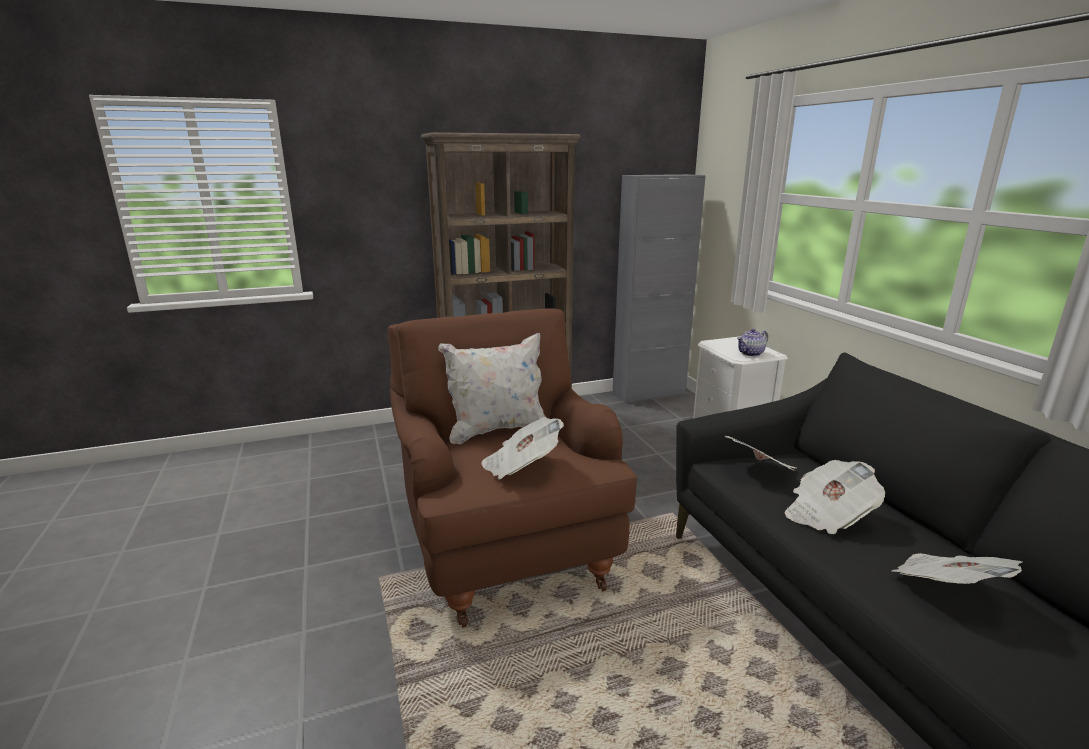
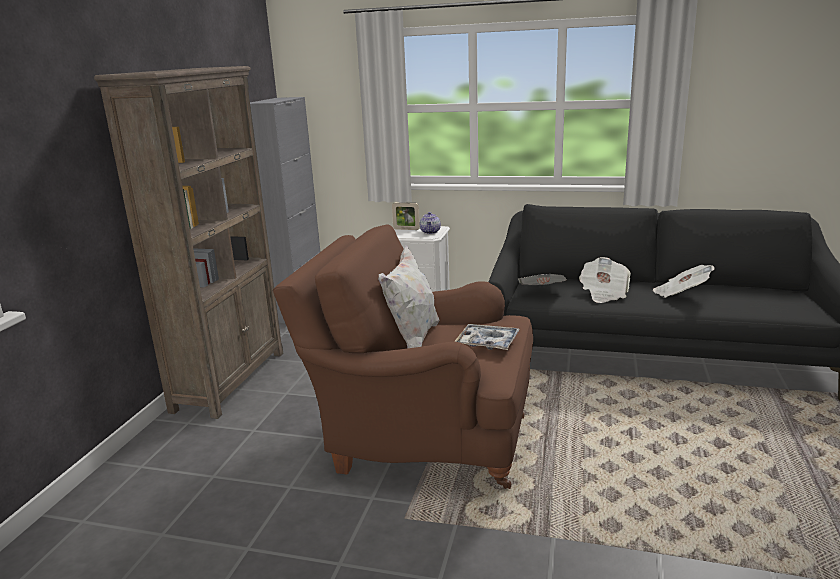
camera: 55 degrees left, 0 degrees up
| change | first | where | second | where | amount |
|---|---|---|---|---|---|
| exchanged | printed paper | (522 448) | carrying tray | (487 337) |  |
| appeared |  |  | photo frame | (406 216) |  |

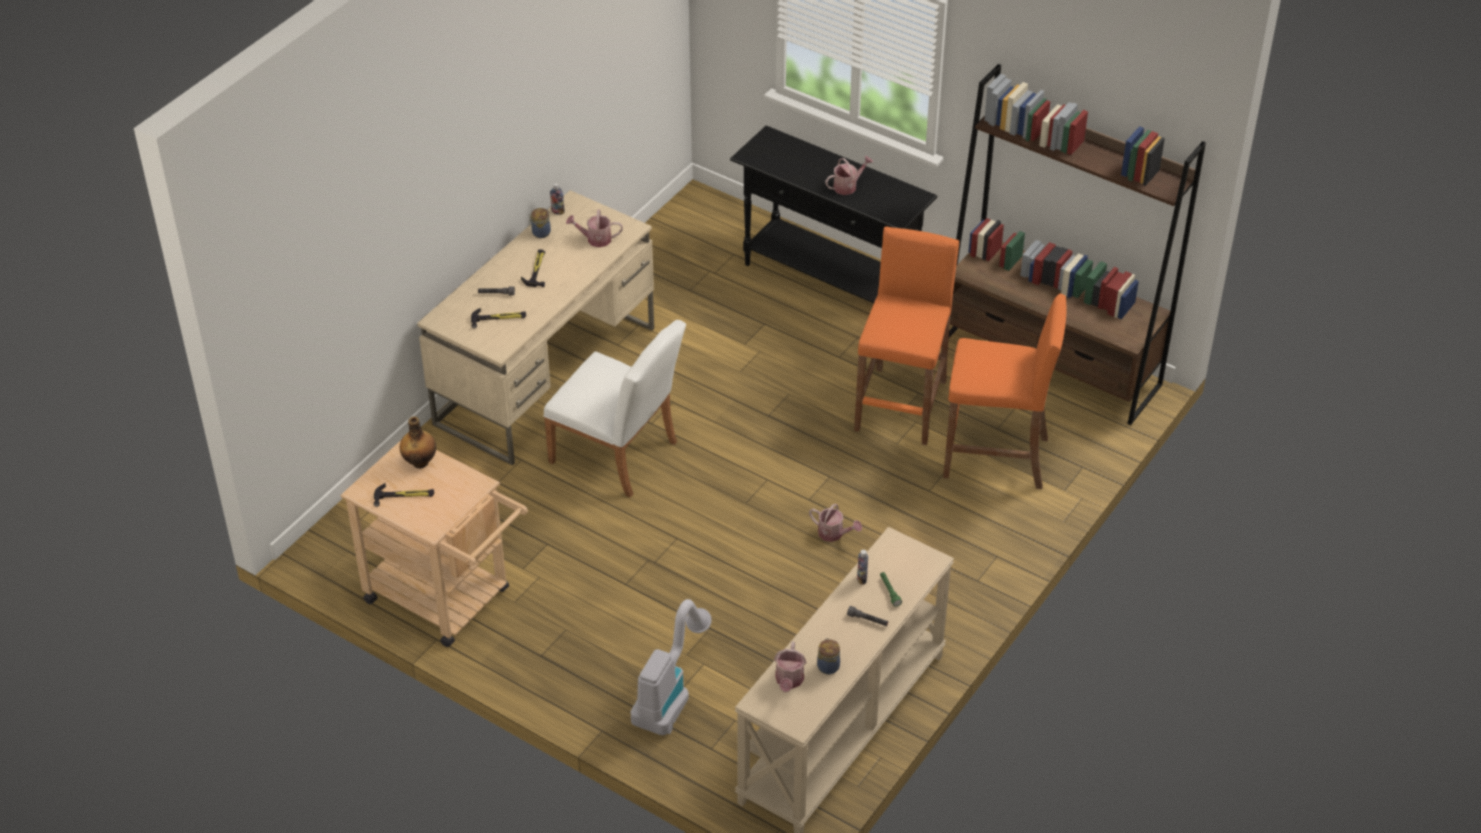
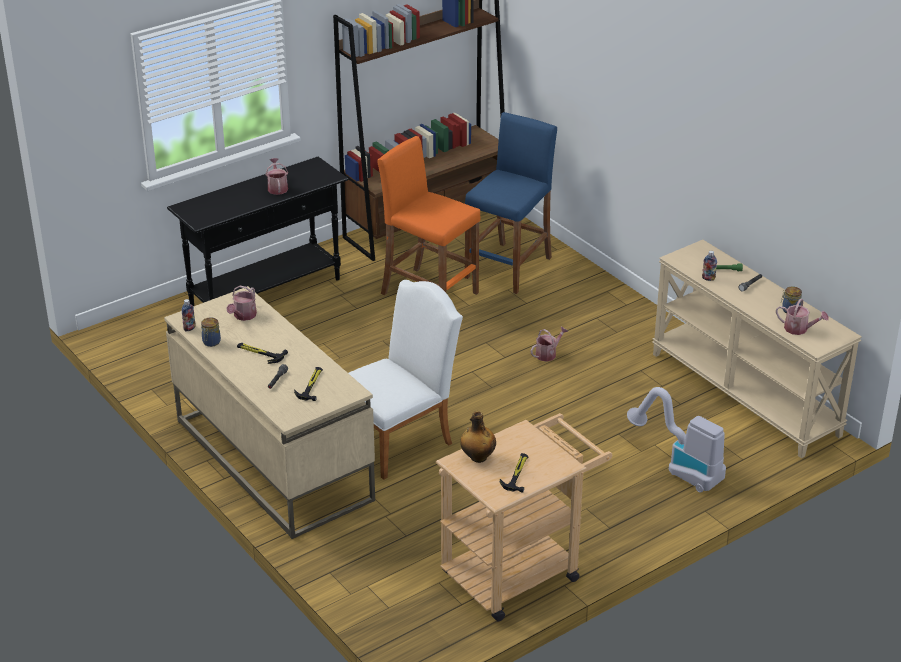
camera: 70 degrees left, 10 degrees down
| change | first | where | second | where | amount |
|---|---|---|---|---|---|
| colour | orange stool | (1005 391) | bluish stool | (511 203) |  |

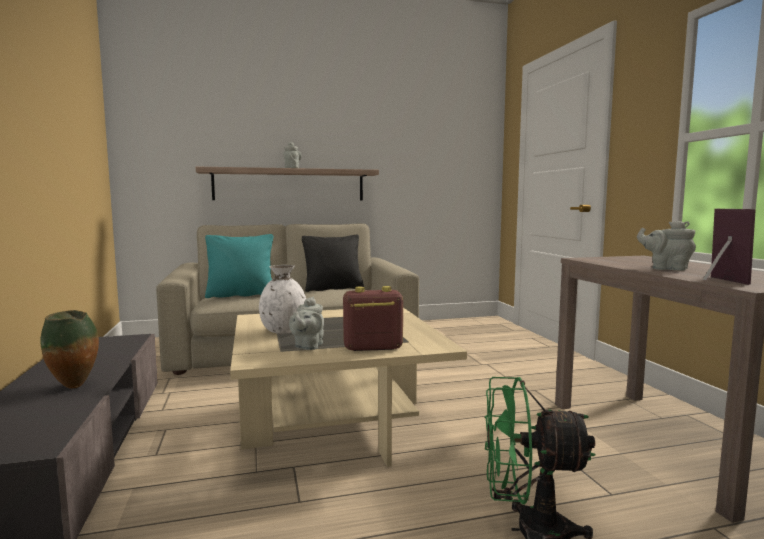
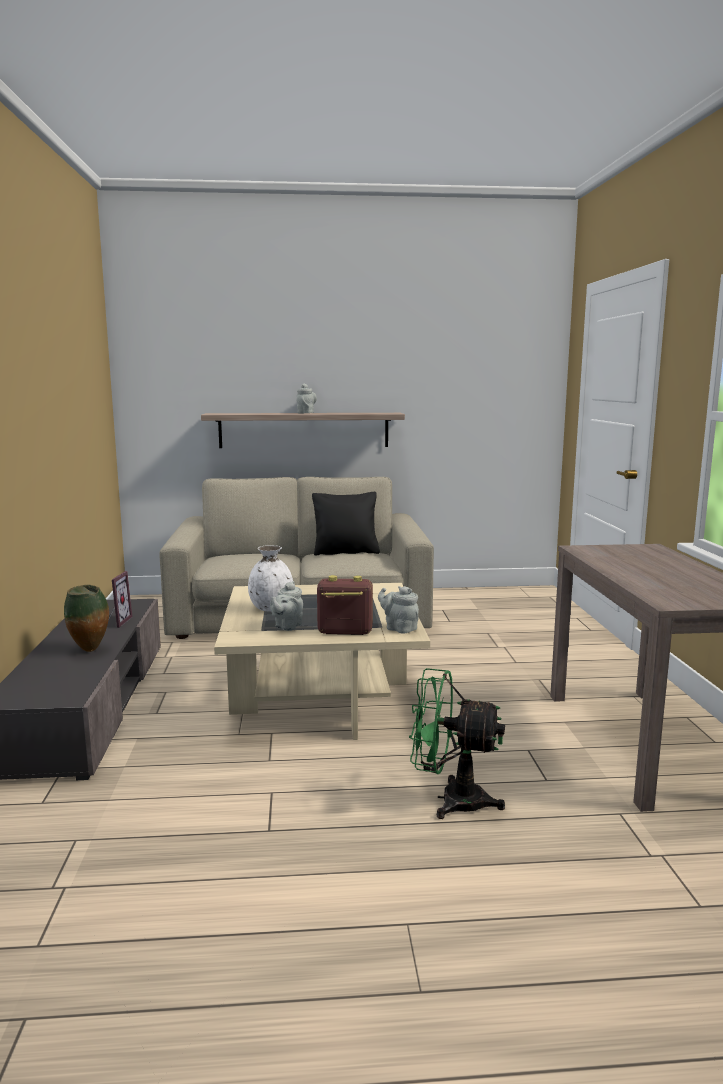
camera: 10 degrees right, 5 degrees up
| change | first | where | second | where | amount |
|---|---|---|---|---|---|
| relocated | photo frame | (729 247) |  | (120 599) |  |
| relocated | gray teapot | (666 245) |  | (398 610) |  |
| missing | turquoise-coloured throw pillow | (239 266) |  |  |  |

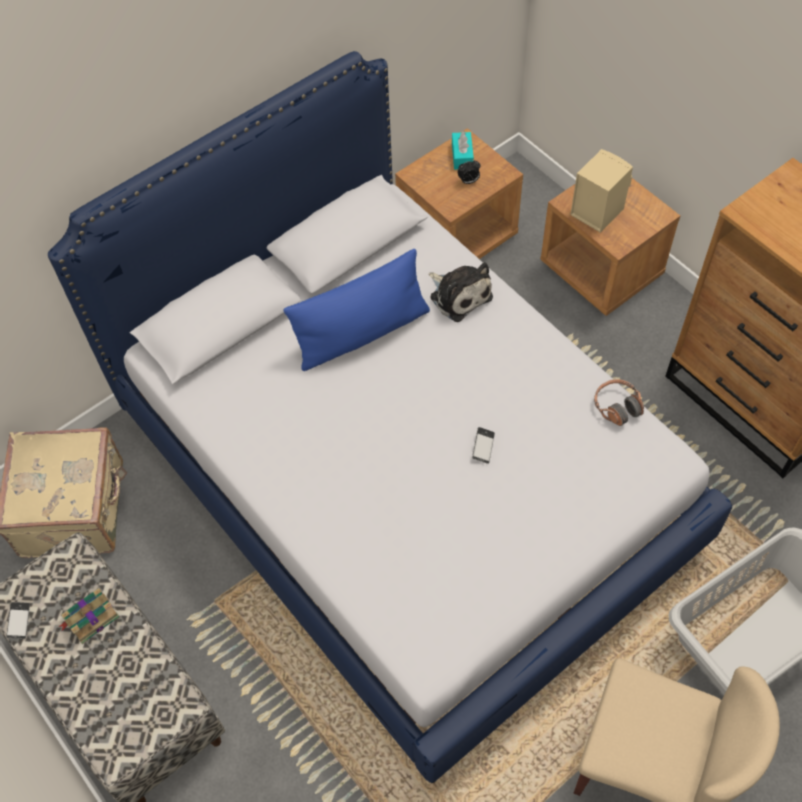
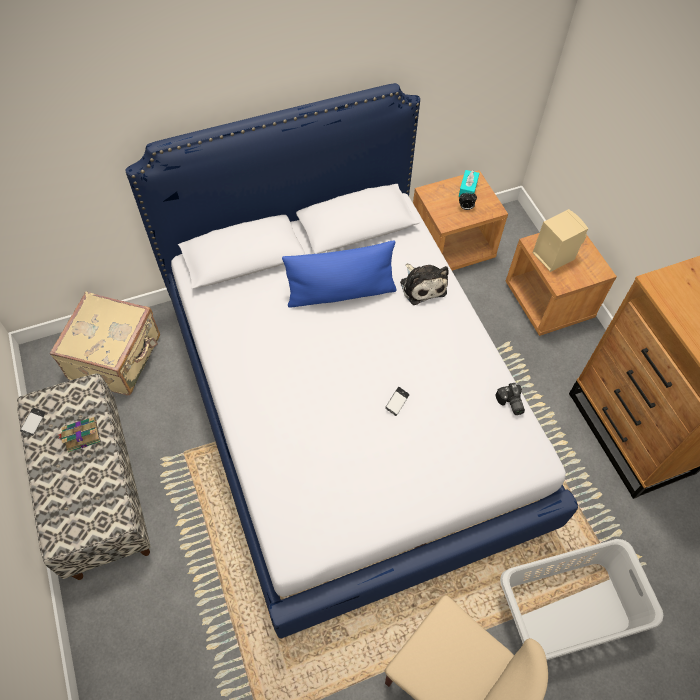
camera: 15 degrees right, 0 degrees up
| change | first | where | second | where | amount |
|---|---|---|---|---|---|
| exchanged | pair of headphones | (619 402) | still camera | (510 399) |  |

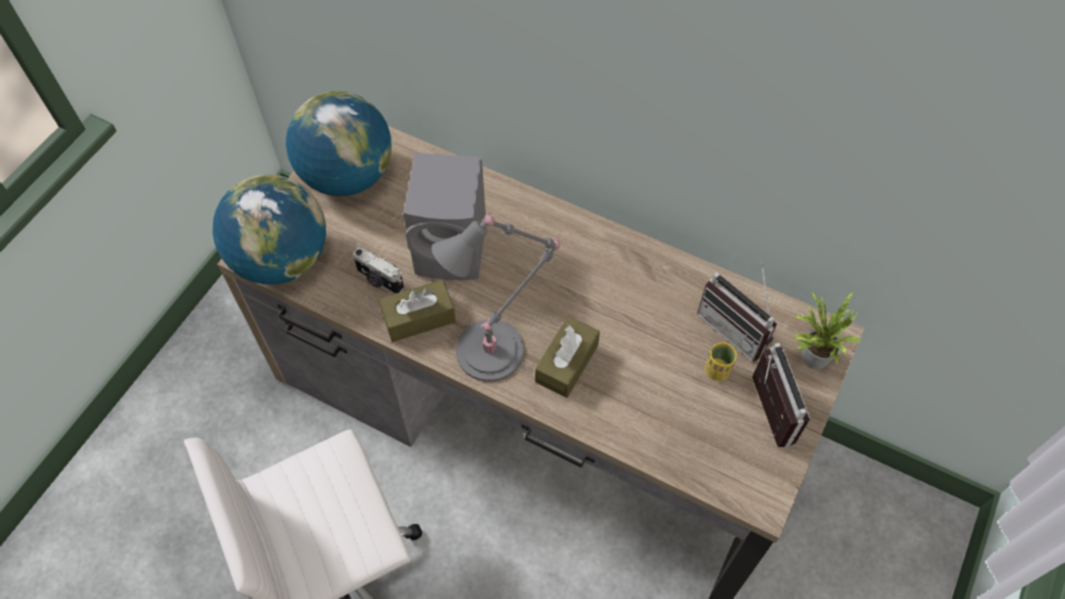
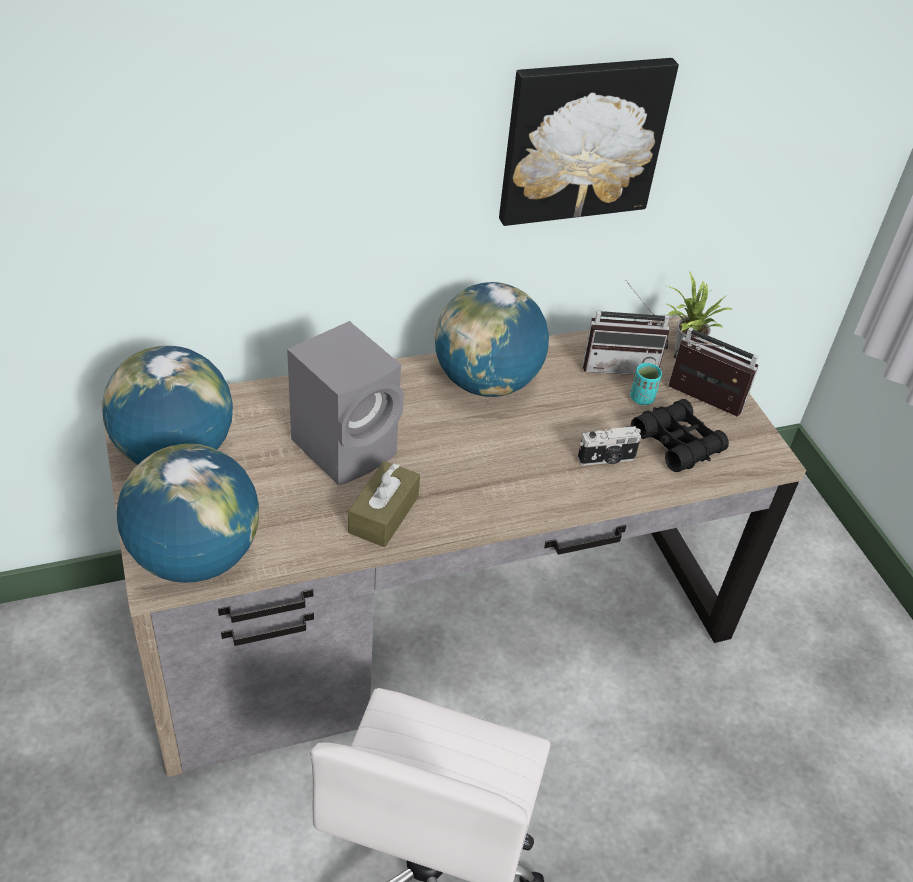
camera: 50 degrees left, 15 degrees down
| change | first | where | second | where | amount |
|---|---|---|---|---|---|
| missing | gray lamp for a table | (496 296) |  |  |  |
| relocated | still camera | (378 270) |  | (609 446) |  |
| missing | brownish tissue holder | (567 357) |  |  |  |
| colour | yellow-coloured cup | (721 361) | turquoise-coloured cup | (646 384) |  |
| appeared |  |  | wall picture | (589 142) |  |
| appeared |  |  | world globe | (492 339) |  |
| appeared |  |  | black-coloured binoculars | (680 435) |  |

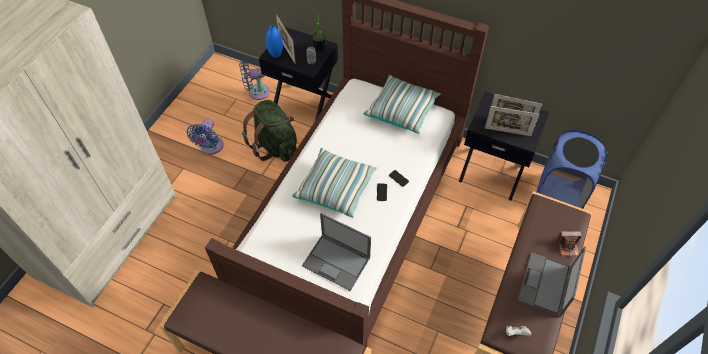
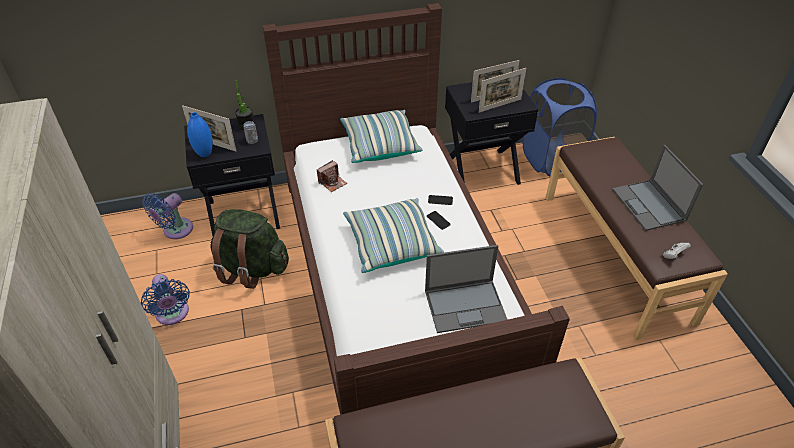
camera: 40 degrees left, 10 degrees down
| change | first | where | second | where | amount |
|---|---|---|---|---|---|
| relocated | still camera | (569 243) |  | (332 176) |  |

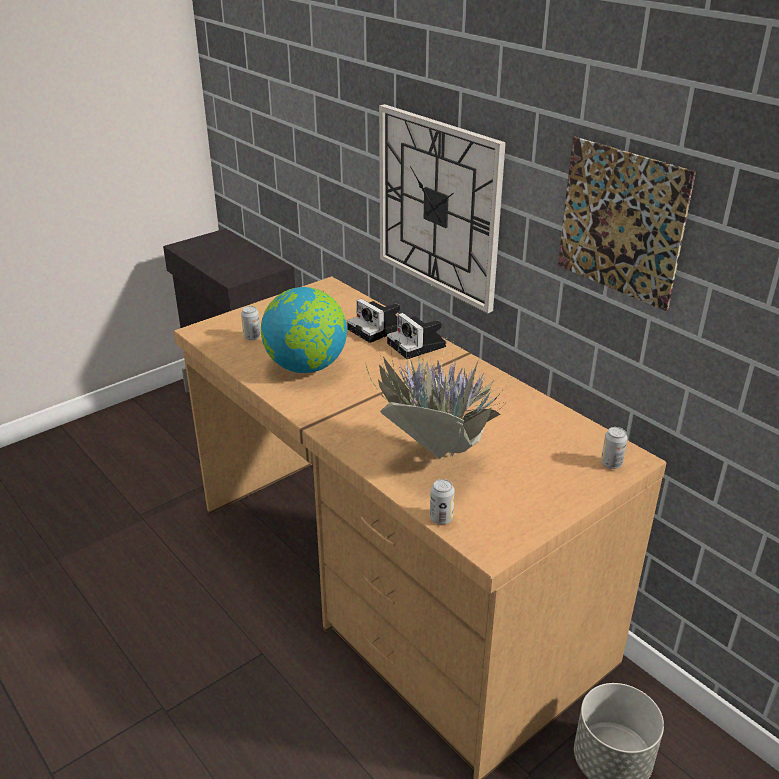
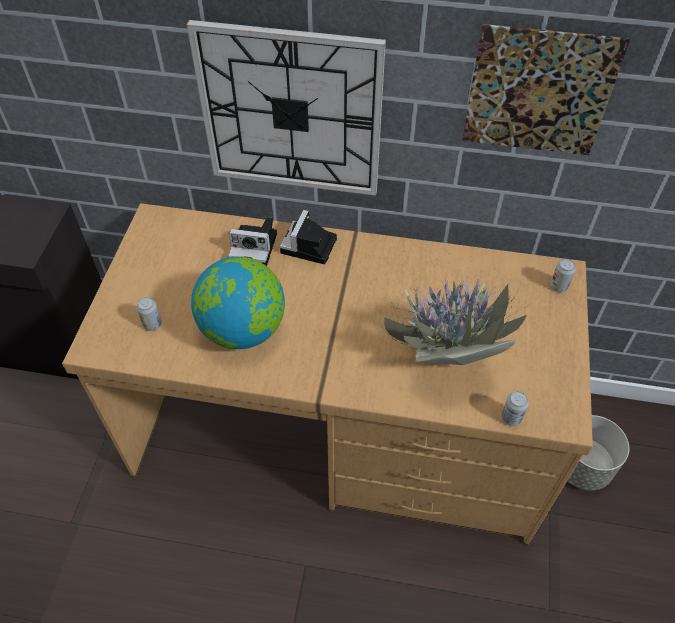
camera: 40 degrees left, 20 degrees up
| change | first | where | second | where | amount |
|---|---|---|---|---|---|
| spun | still camera | (416 336) |  | (308 237) | 90 degrees clockwise |

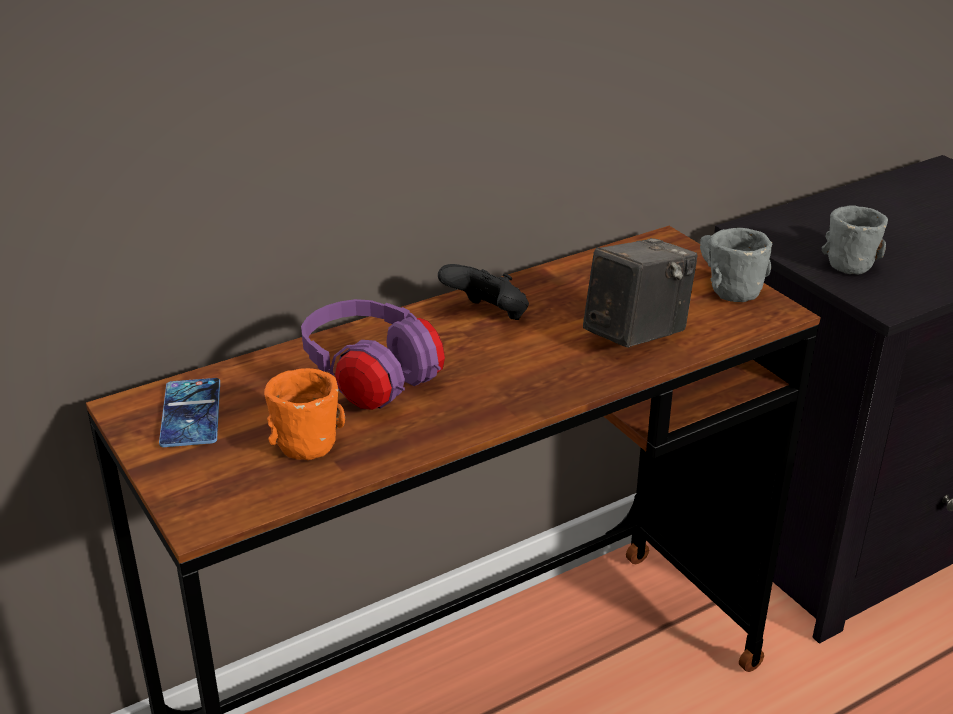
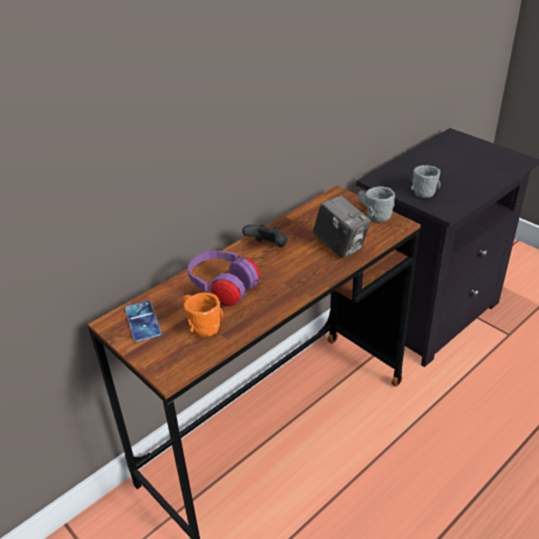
camera: 10 degrees left, 5 degrees up
| change | first | where | second | where | amount |
|---|---|---|---|---|---|
| spun | still camera | (640 293) |  | (342 226) | 105 degrees clockwise |

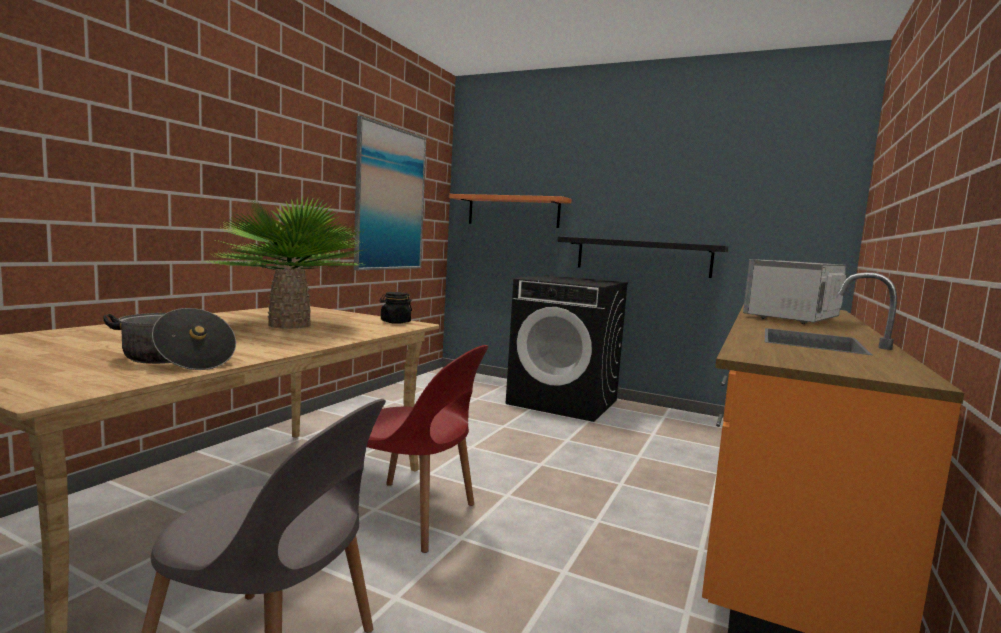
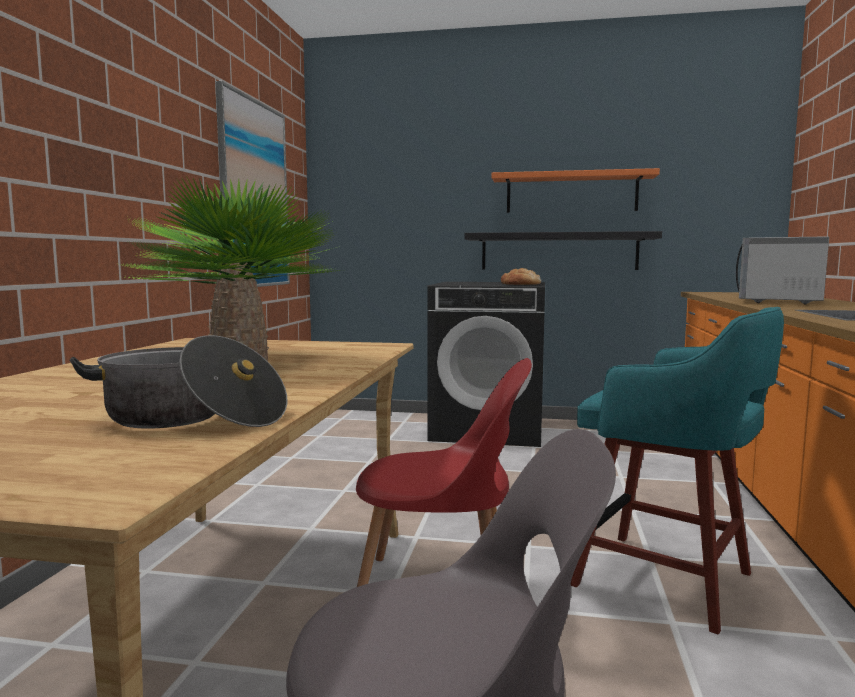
camera: 15 degrees left, 0 degrees up
| change | first | where | second | where | amount |
|---|---|---|---|---|---|
| relocated | orange wall shelf | (510 211) |  | (575 190) |  |
| missing | black-coloured storage jar | (395 308) |  |  |  |
| appeared |  |  | bread | (521 276) |  |
| appeared |  |  | turquoise-coloured stool | (677 471) |  |

